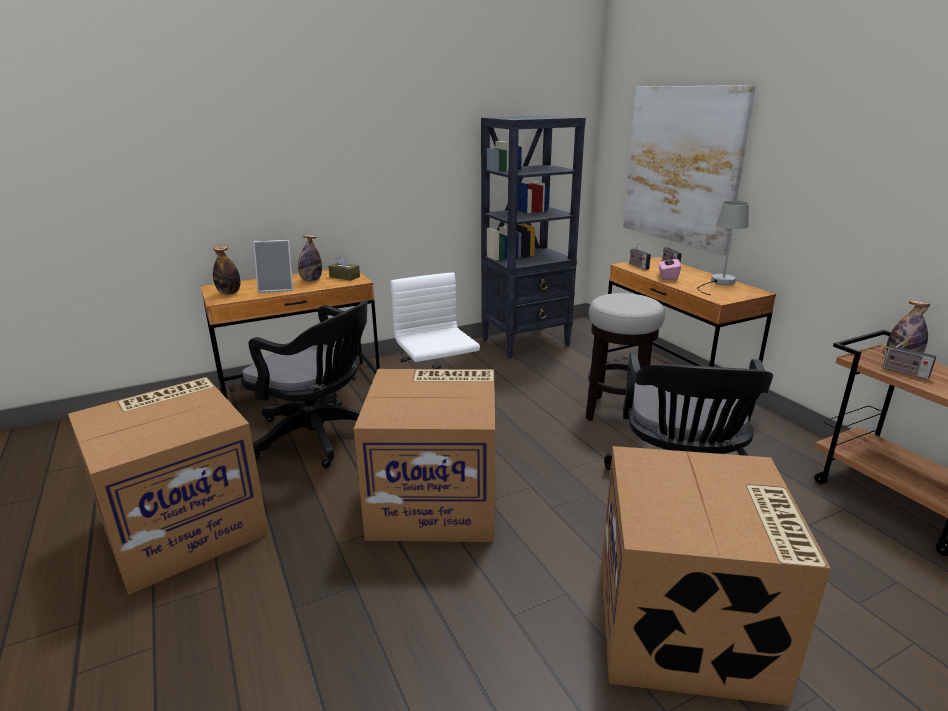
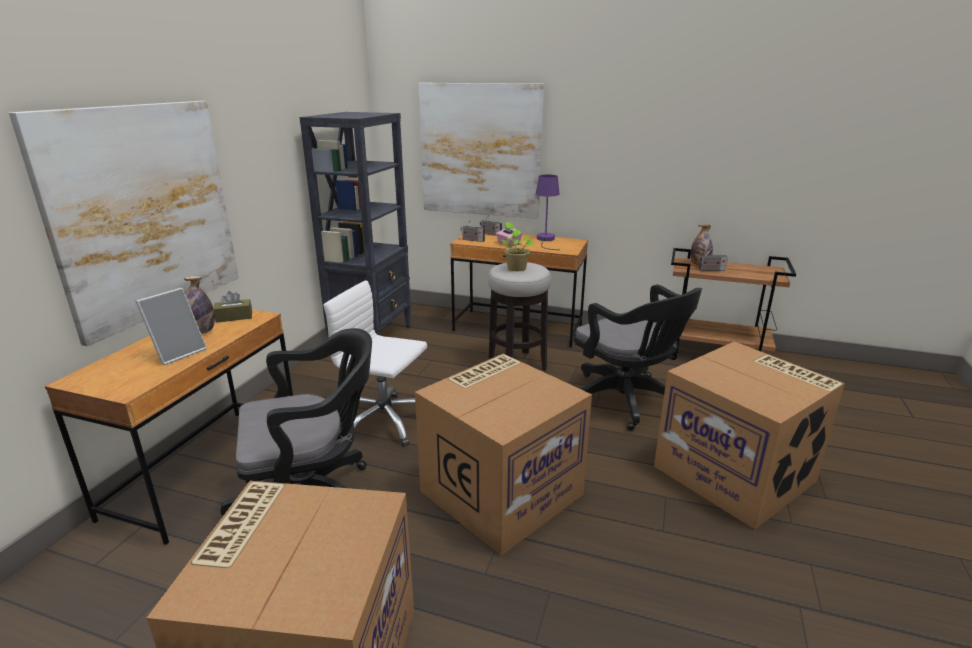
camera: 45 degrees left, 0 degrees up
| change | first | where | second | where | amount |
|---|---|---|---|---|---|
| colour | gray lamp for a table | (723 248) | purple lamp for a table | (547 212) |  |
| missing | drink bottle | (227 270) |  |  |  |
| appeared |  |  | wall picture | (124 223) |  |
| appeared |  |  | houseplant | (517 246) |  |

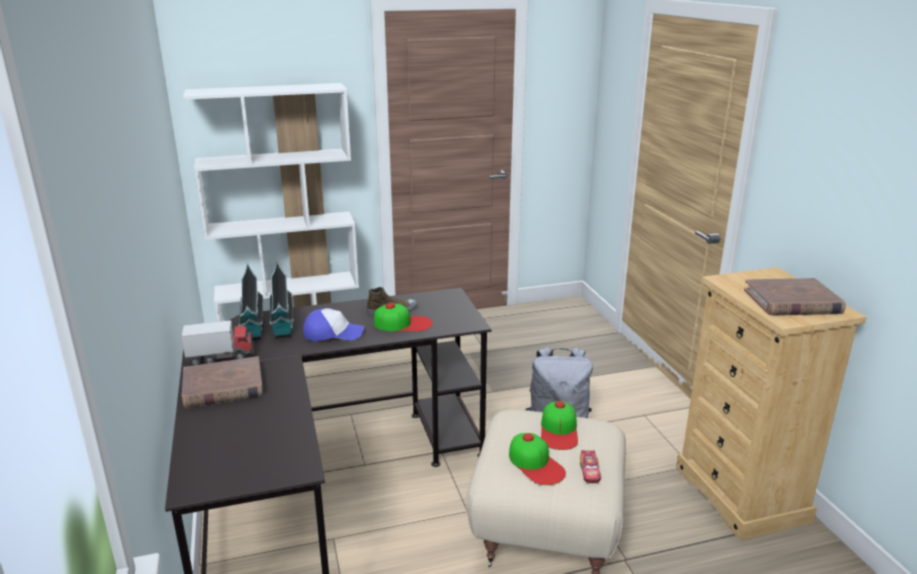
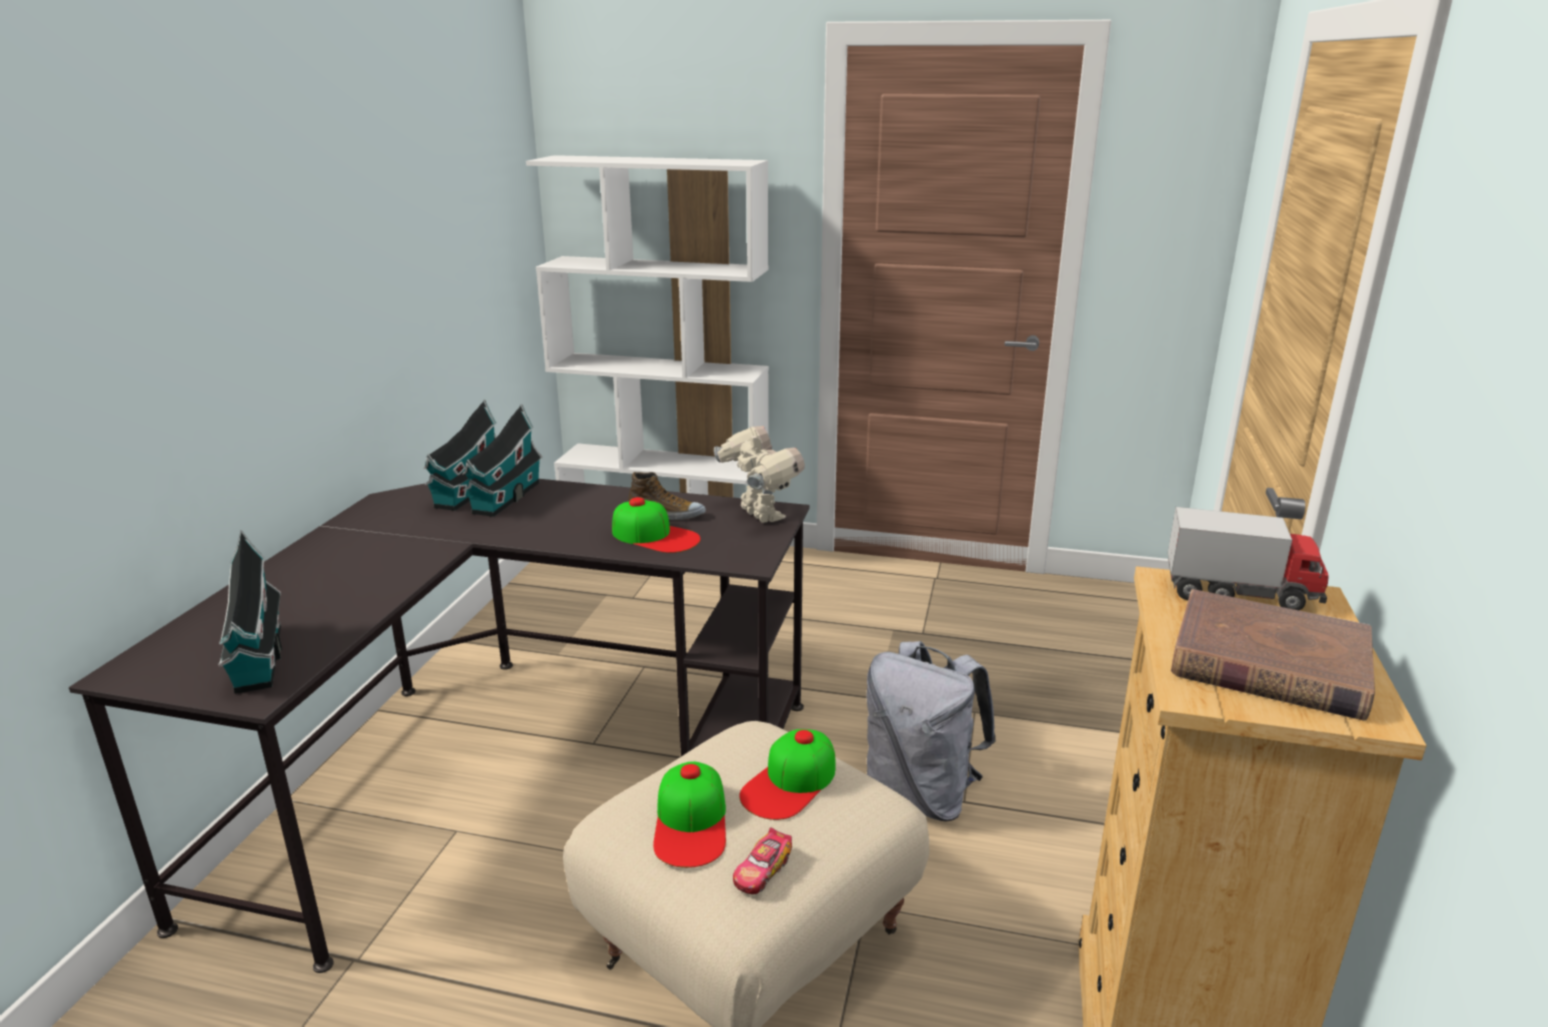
camera: 30 degrees right, 0 degrees up
| change | first | where | second | where | amount |
|---|---|---|---|---|---|
| missing | cap | (333 324) |  |  |  |
| relocated | model truck | (217 343) |  | (1248 559) |  |
| missing | brownish bound book | (222 382) |  |  |  |
| appeared |  |  | model robot | (759 474) |  |
| appeared |  |  | miniature house | (250 612) |  |

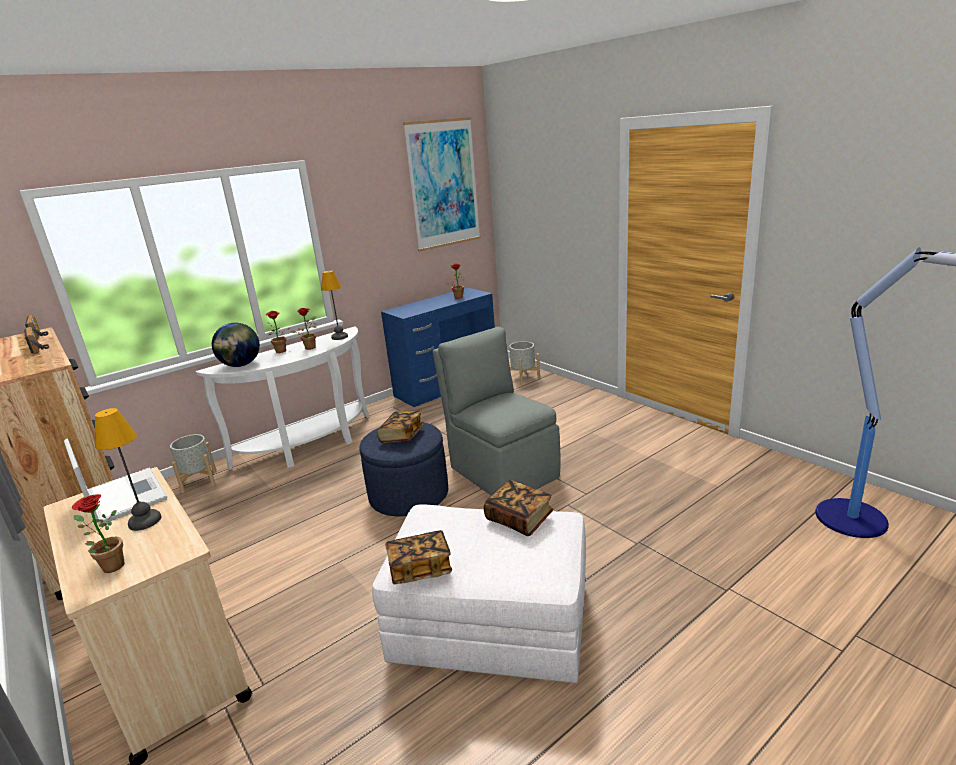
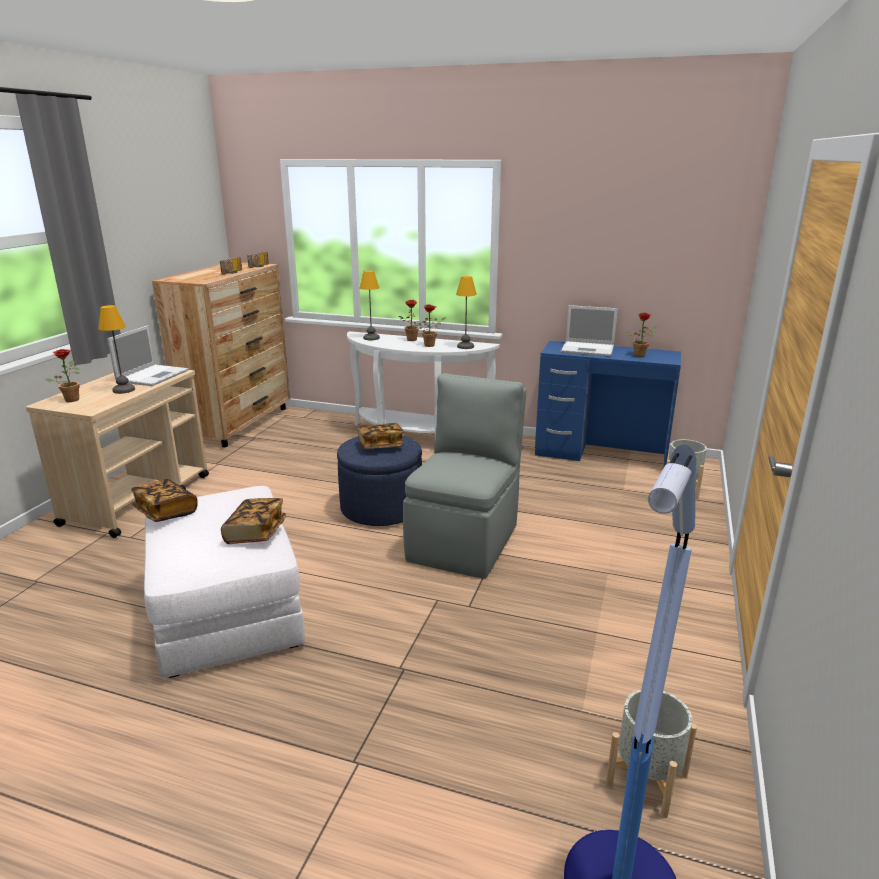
camera: 55 degrees right, 0 degrees up
| change | first | where | second | where | amount |
|---|---|---|---|---|---|
| missing | wall picture | (442 184) |  |  |  |
| exchanged | world globe | (236 345) | lamp for a table | (370 305) |  |
| relocated | gray plant pot | (193 463) |  | (651 753) |  |
| appeared |  |  | portable computer | (589 331) |  |

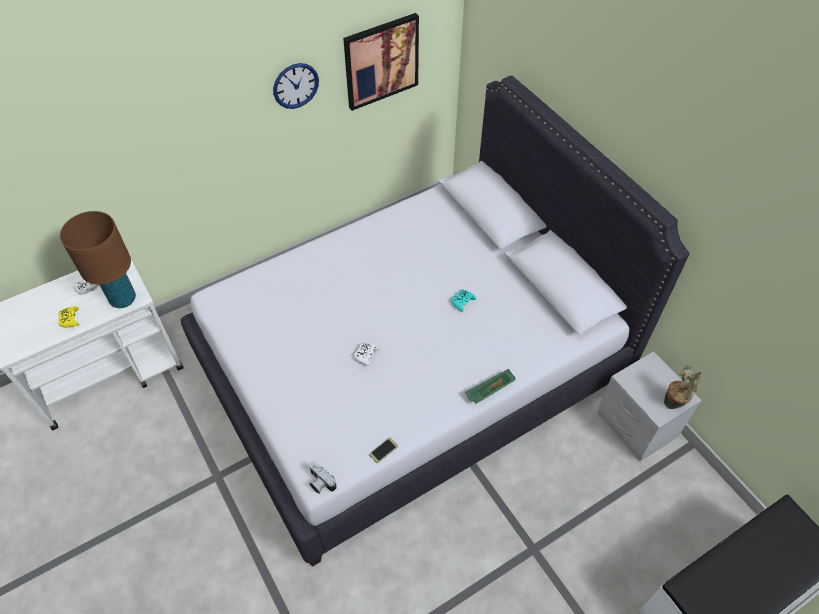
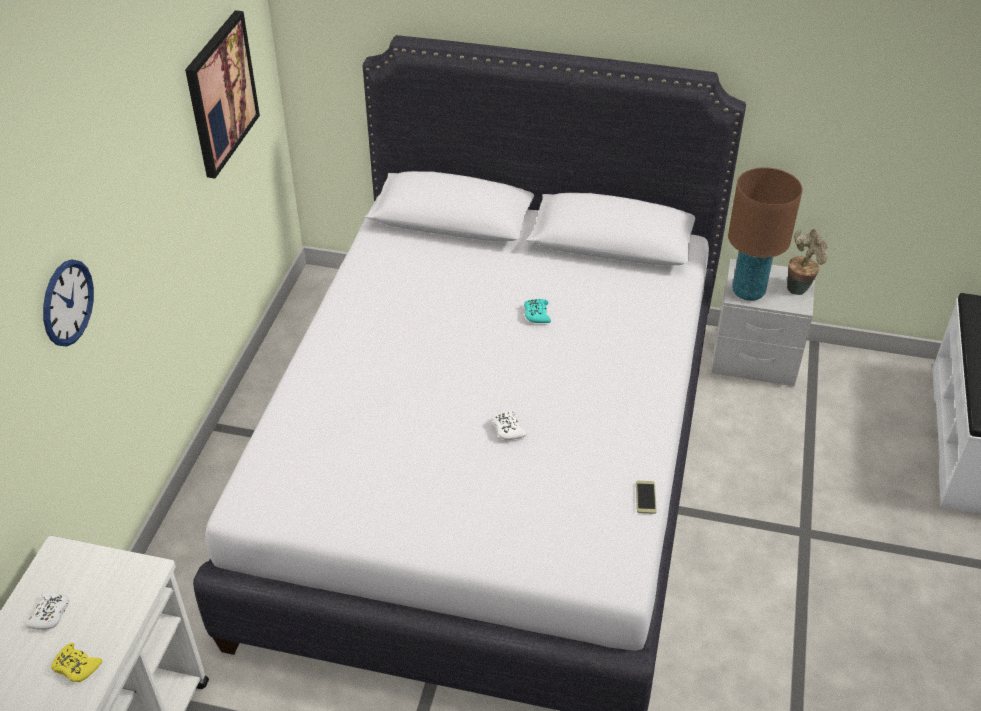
camera: 45 degrees left, 10 degrees down
| change | first | where | second | where | amount |
|---|---|---|---|---|---|
| relocated | clock on the wall | (296 86) |  | (68 302) |  |
| relocated | brownish lamp for a table | (98 259) |  | (765 234) |  |
| missing | green-coloured carrying tray | (490 386) |  |  |  |
| missing | still camera | (323 477) |  |  |  |

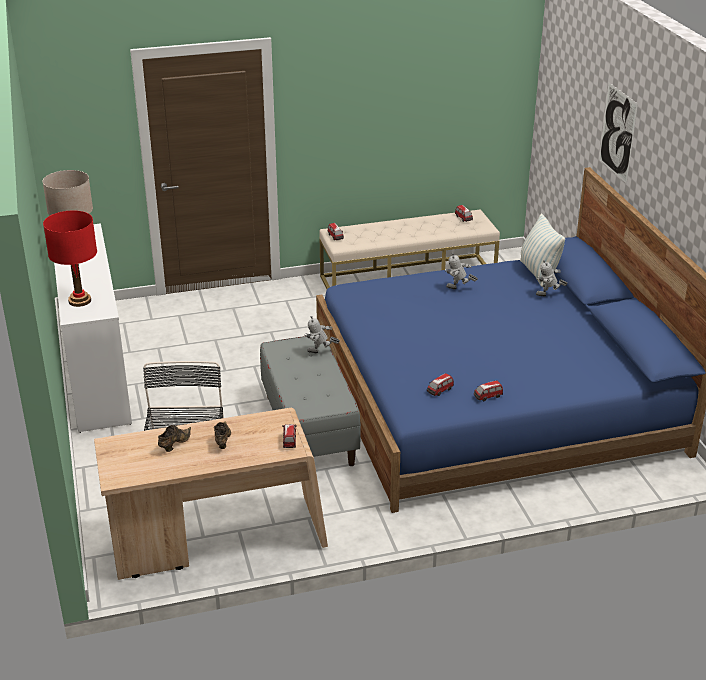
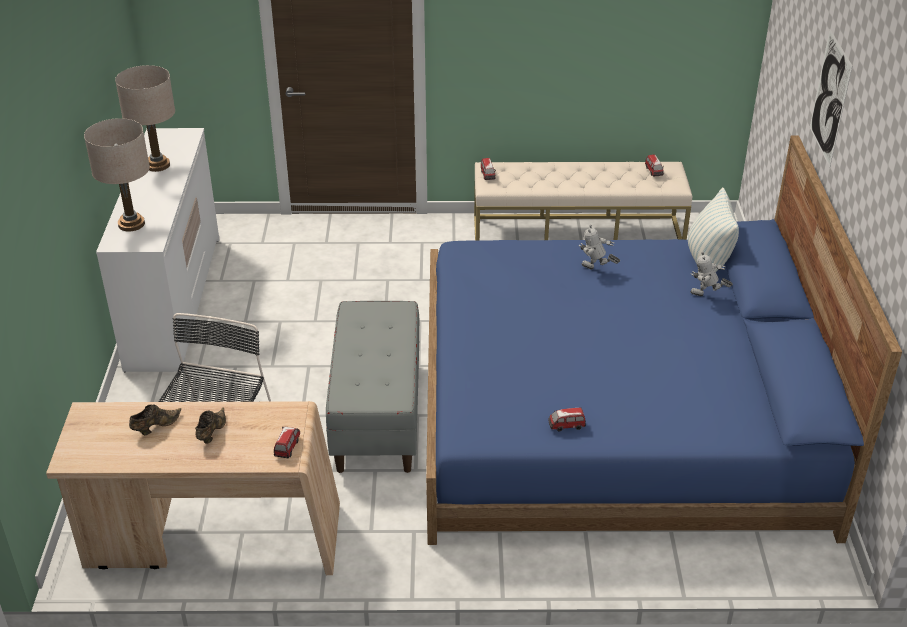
camera: 15 degrees right, 5 degrees up
| change | first | where | second | where | amount |
|---|---|---|---|---|---|
| colour | reddish lamp for a table | (70 258) | beige-coloured lamp for a table | (117 175) |  |
| missing | model robot | (322 334) |  |  |  |
| missing | toy car | (440 384) |  |  |  |

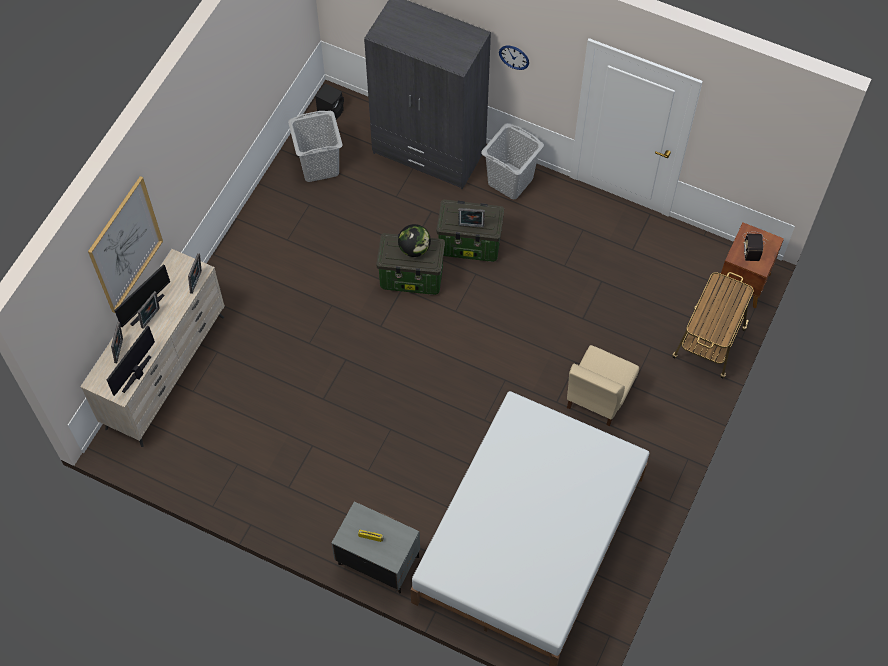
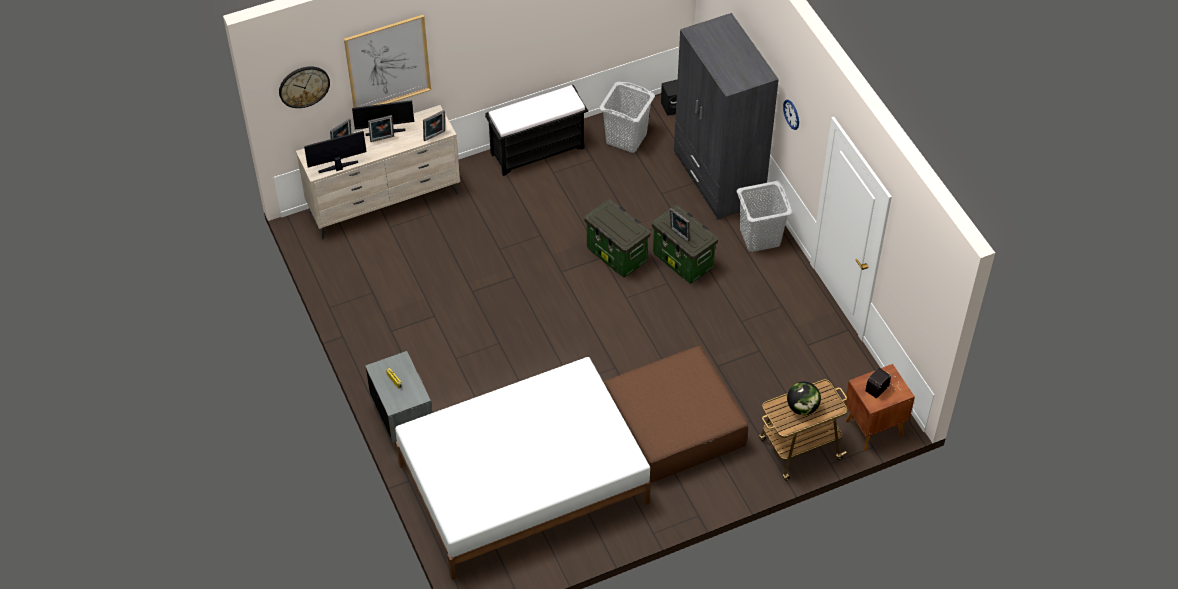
camera: 40 degrees right, 10 degrees down
| change | first | where | second | where | amount |
|---|---|---|---|---|---|
| relocated | world globe | (414 240) |  | (804 398) |  |
| exchanged | beige-coloured plain chair | (603 385) | brownish footrest | (676 414) |  |
| appeared |  |  | clock on the wall | (304 87) |  |
| appeared |  |  | black-coloured bench | (536 130) |  |

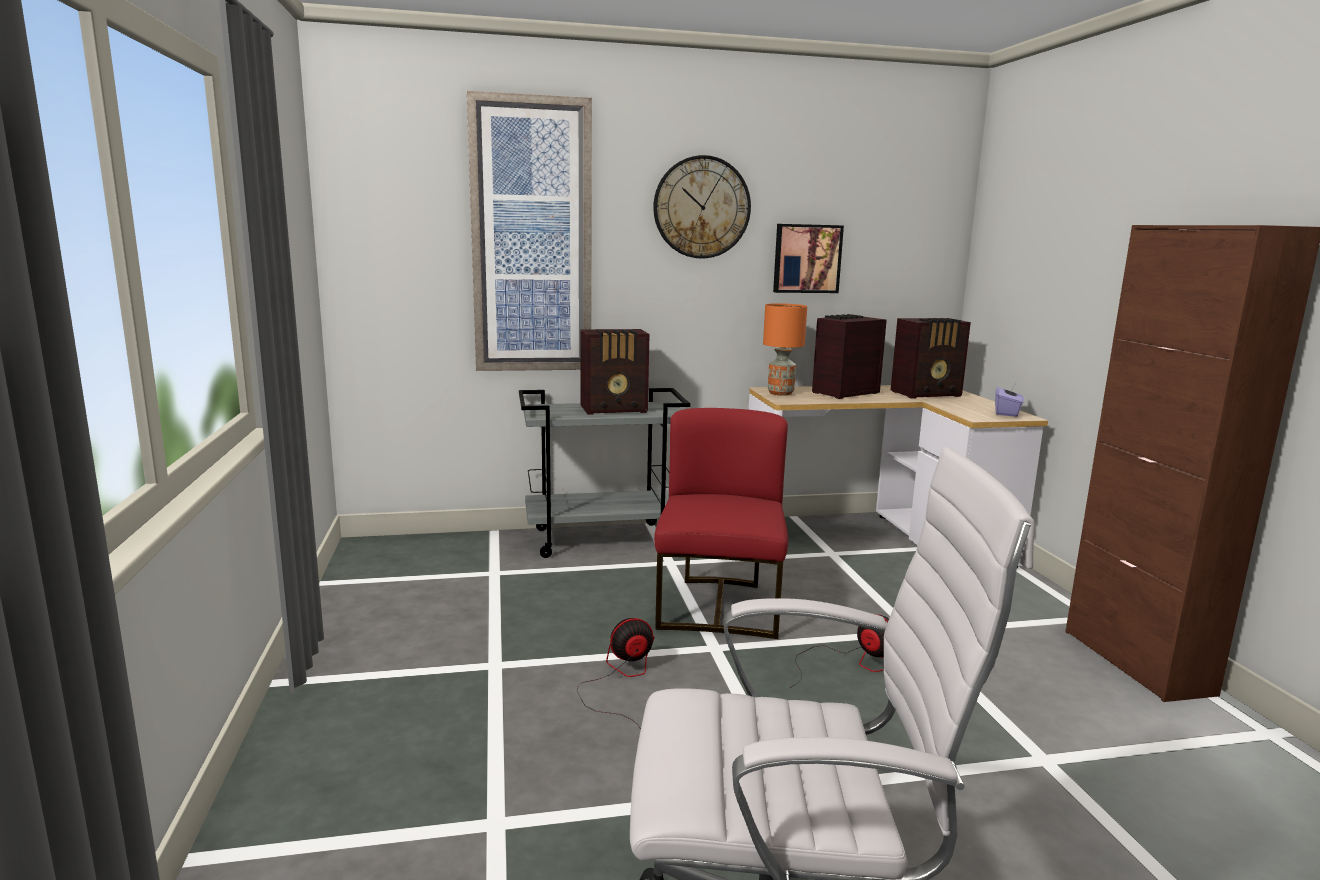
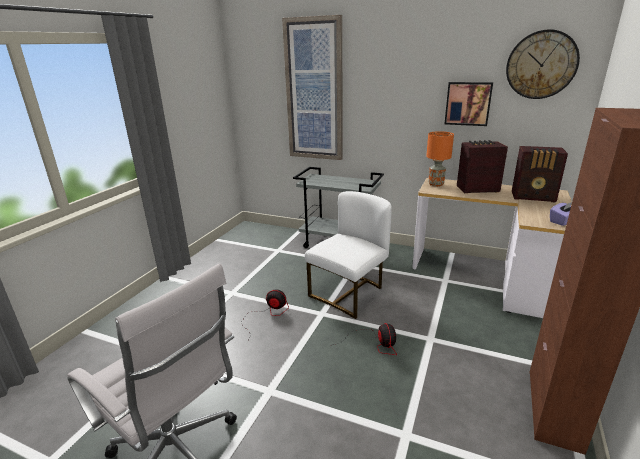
camera: 35 degrees right, 10 degrees up
| change | first | where | second | where | amount |
|---|---|---|---|---|---|
| relocated | clock on the wall | (702 207) |  | (543 64) |  |
| missing | radio receiver | (615 372) |  |  |  |
| colour | reddish plain chair | (721 523) | white-coloured plain chair | (348 255) |  |

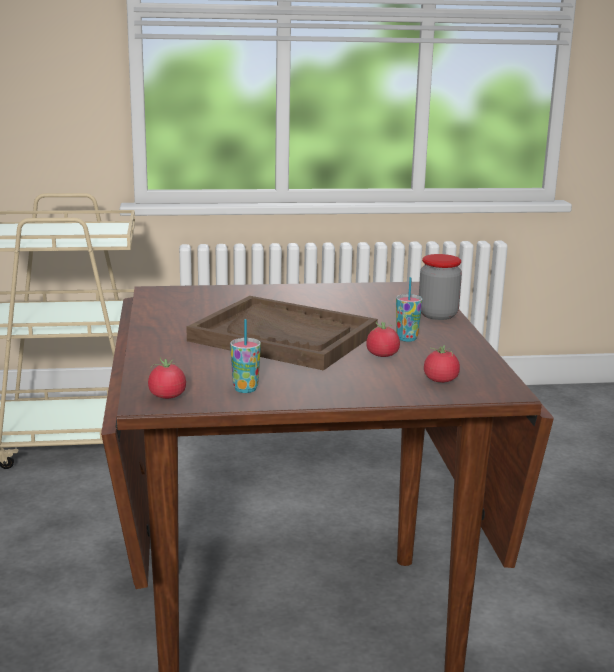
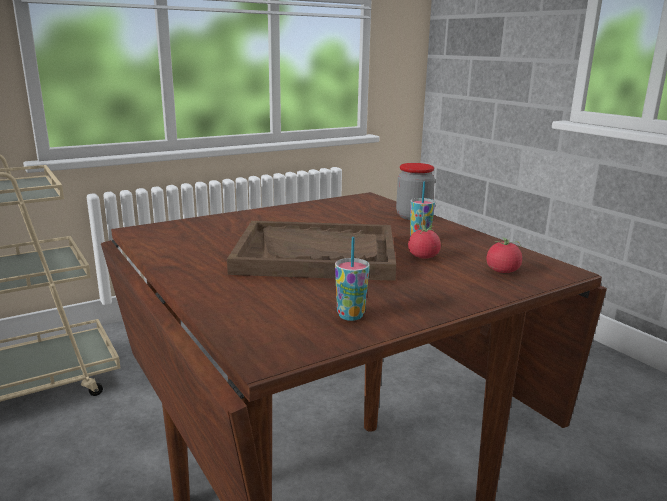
camera: 25 degrees left, 0 degrees up
| change | first | where | second | where | amount |
|---|---|---|---|---|---|
| missing | tomato | (167 378) |  |  |  |

